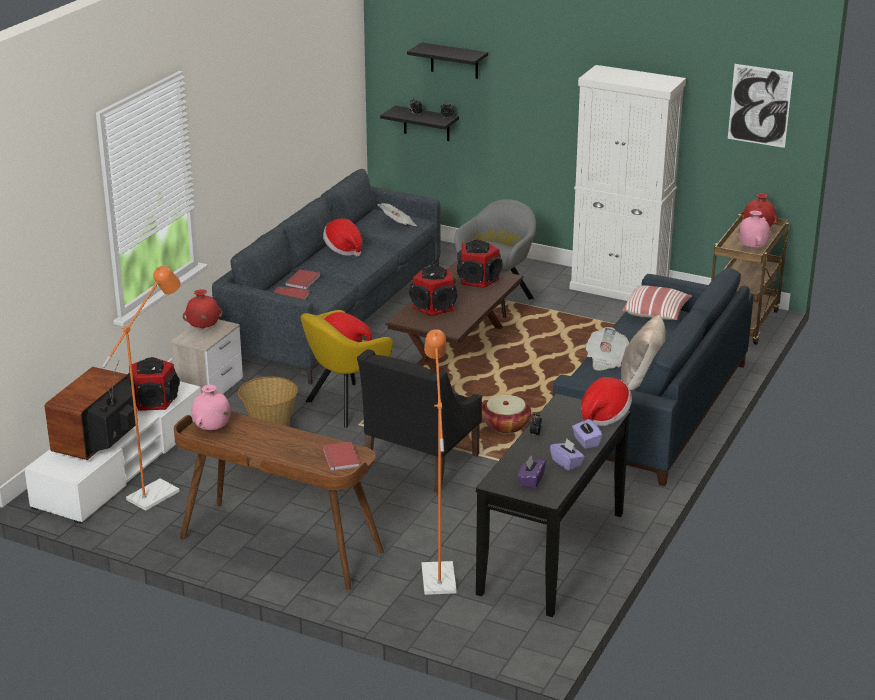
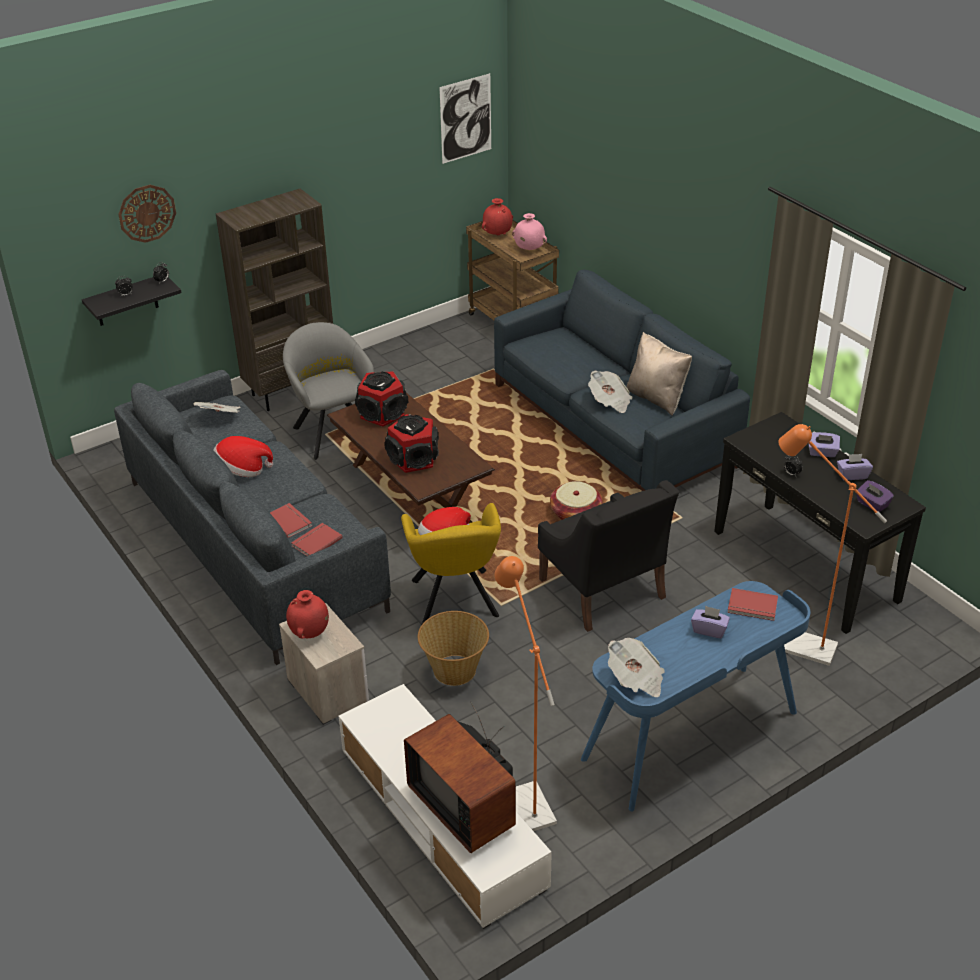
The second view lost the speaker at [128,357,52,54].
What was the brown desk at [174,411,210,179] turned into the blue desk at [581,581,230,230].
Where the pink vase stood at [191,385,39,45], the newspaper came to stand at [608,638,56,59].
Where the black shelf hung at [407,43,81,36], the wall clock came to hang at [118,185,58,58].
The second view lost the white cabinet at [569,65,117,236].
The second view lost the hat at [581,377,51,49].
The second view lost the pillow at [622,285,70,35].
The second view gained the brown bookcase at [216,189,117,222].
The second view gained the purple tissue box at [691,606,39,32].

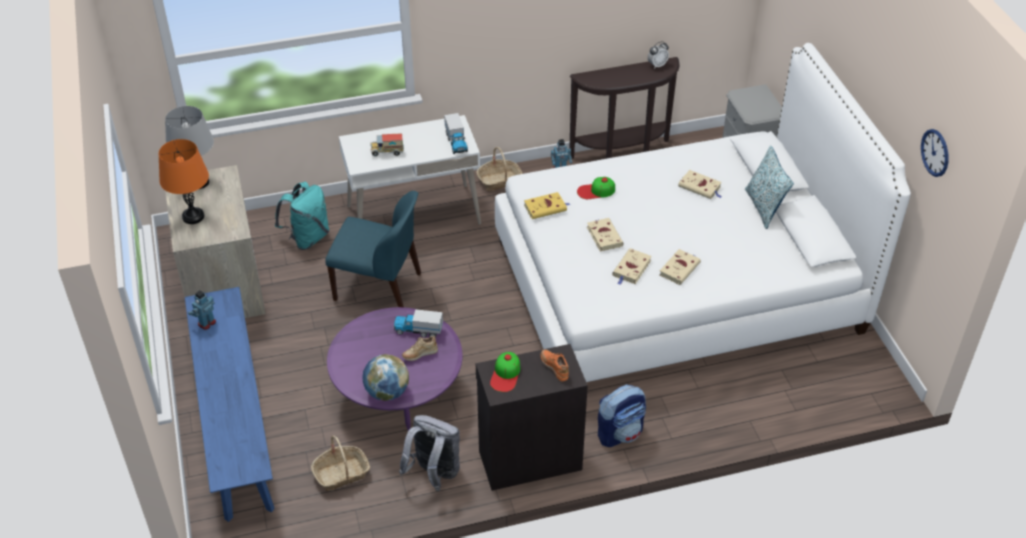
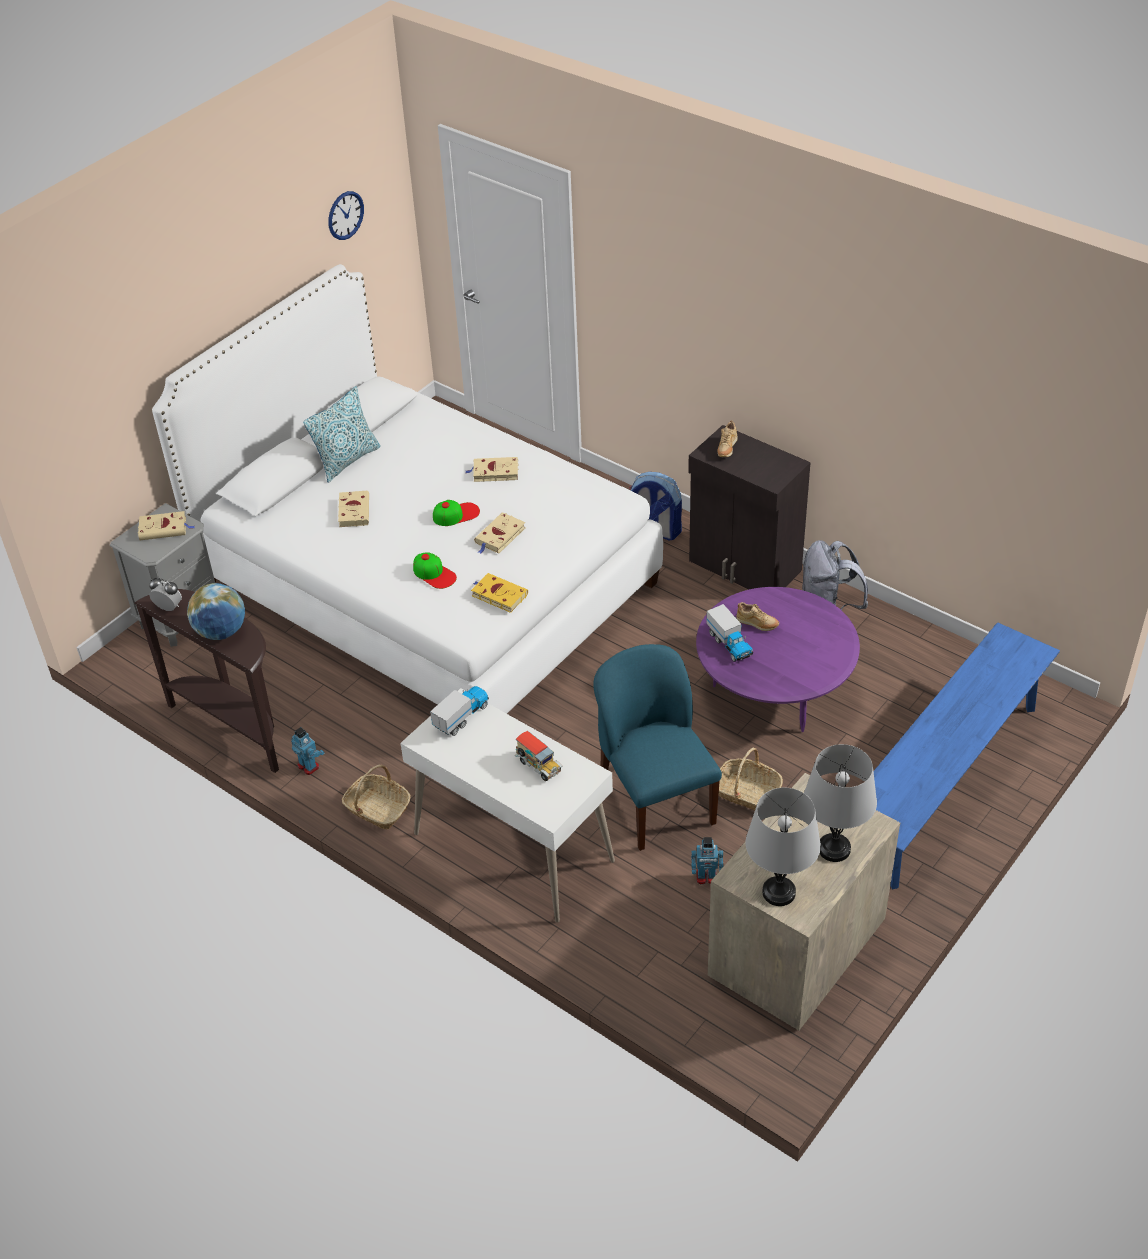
What was the orange table lamp at [159,139,50,85] turned into the grey table lamp at [804,744,73,118].
The toy robot ended up elsewhere, having gone from [188,290,28,40] to [691,837,32,47].
The second view lost the turquoise backpack at [275,182,55,68].
The basket ended up elsewhere, having gone from [311,435,59,56] to [719,748,64,62].
The globe ended up elsewhere, having gone from [362,354,47,47] to [187,583,58,57].
The cap ended up elsewhere, having gone from [490,352,30,40] to [433,500,47,26].
What was the orange shoe at [541,349,28,32] turned into the beige shoe at [717,421,21,36].
The beige book ended up elsewhere, having gone from [612,248,40,37] to [138,511,57,29].

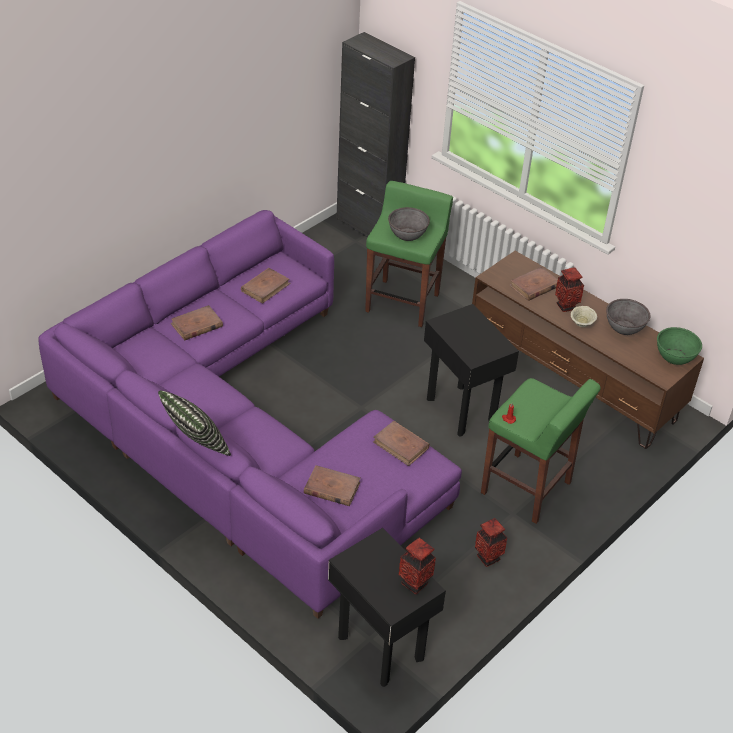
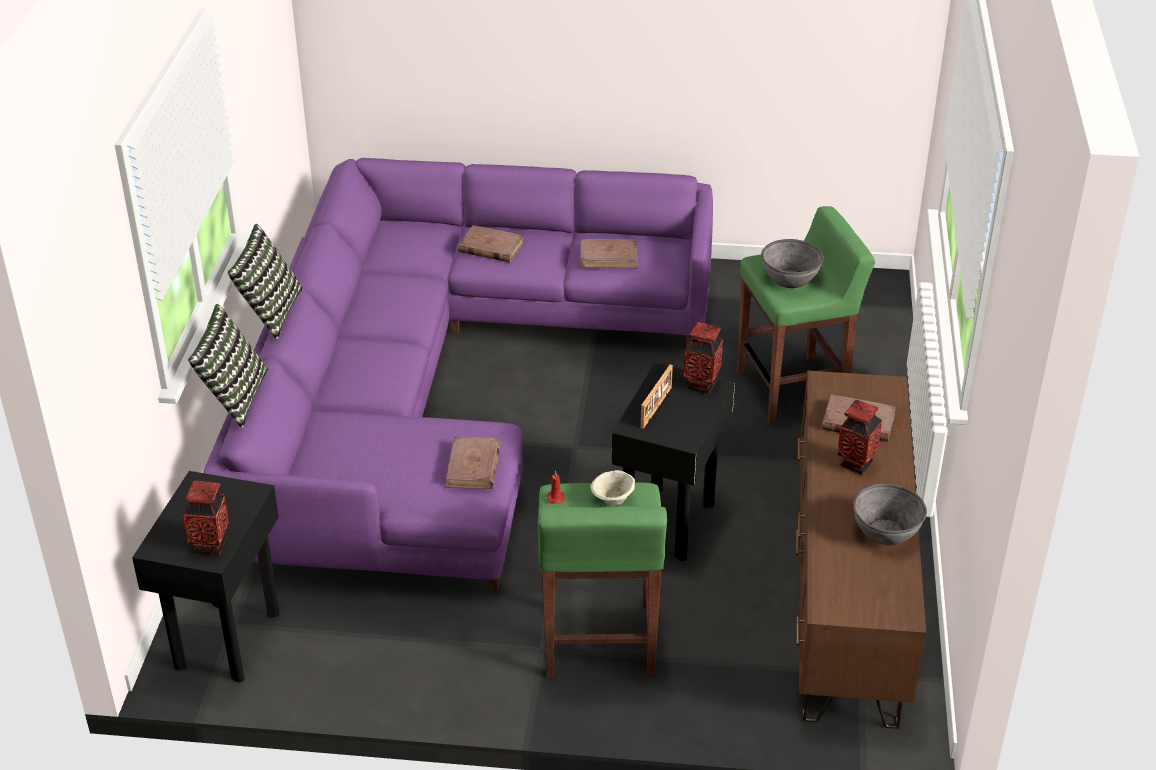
The second view lost the brown book at [304,465,56,41].
The second view lost the black cabinet at [336,32,79,205].
The vase ended up elsewhere, having gone from [475,518,32,49] to [683,322,40,72].
The beige bowl ended up elsewhere, having gone from [571,306,26,21] to [590,470,45,36].
The second view lost the green bowl at [657,327,45,38].
The second view gained the pillow at [188,304,80,124].
The second view gained the picture frame at [641,365,32,64].

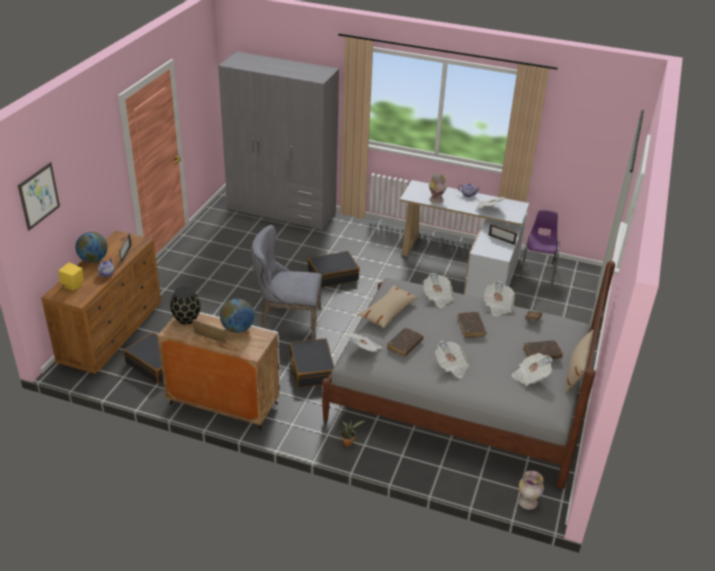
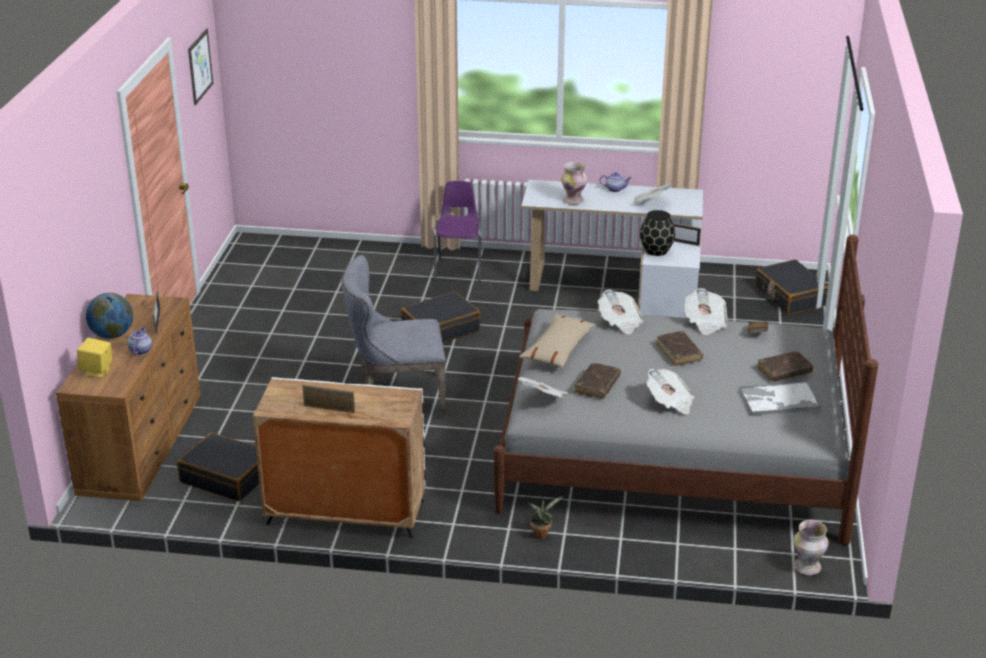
The picture ended up elsewhere, having gone from [18,162,42,69] to [188,29,25,76].
The black vase ended up elsewhere, having gone from [170,286,31,39] to [640,210,35,46].
The second view lost the grey wardrobe at [218,51,121,179].
The second view lost the globe at [220,299,34,34].
The black suitcase ended up elsewhere, having gone from [289,338,45,50] to [755,260,73,55].
Where the newspaper stood at [512,353,40,33], the tray came to stand at [739,381,82,34].
The purple chair ended up elsewhere, having gone from [520,210,40,74] to [434,181,47,100].
The second view lost the beige pillow at [565,330,28,63].

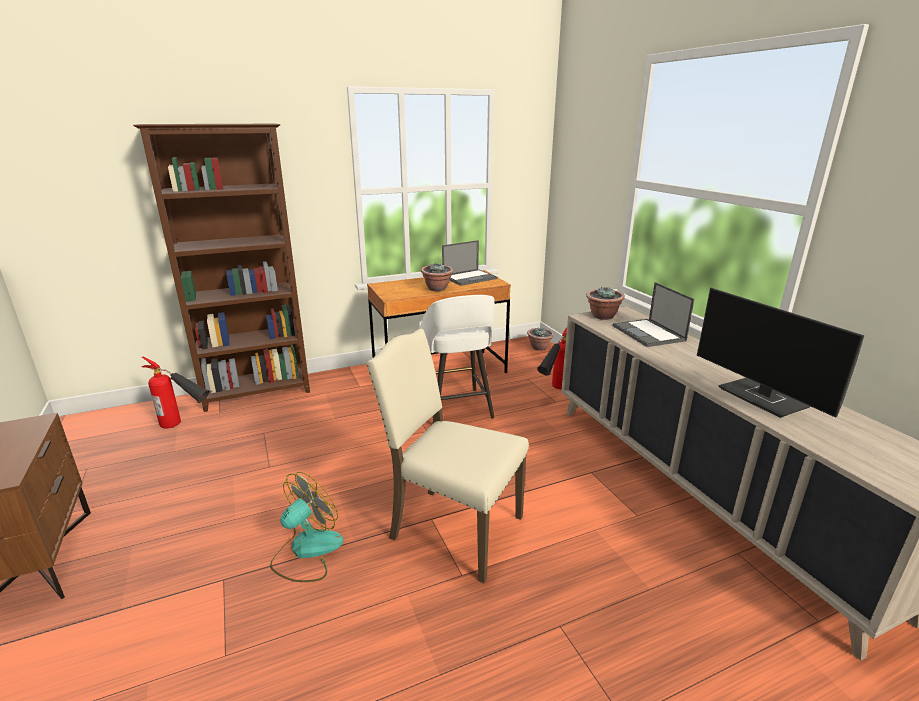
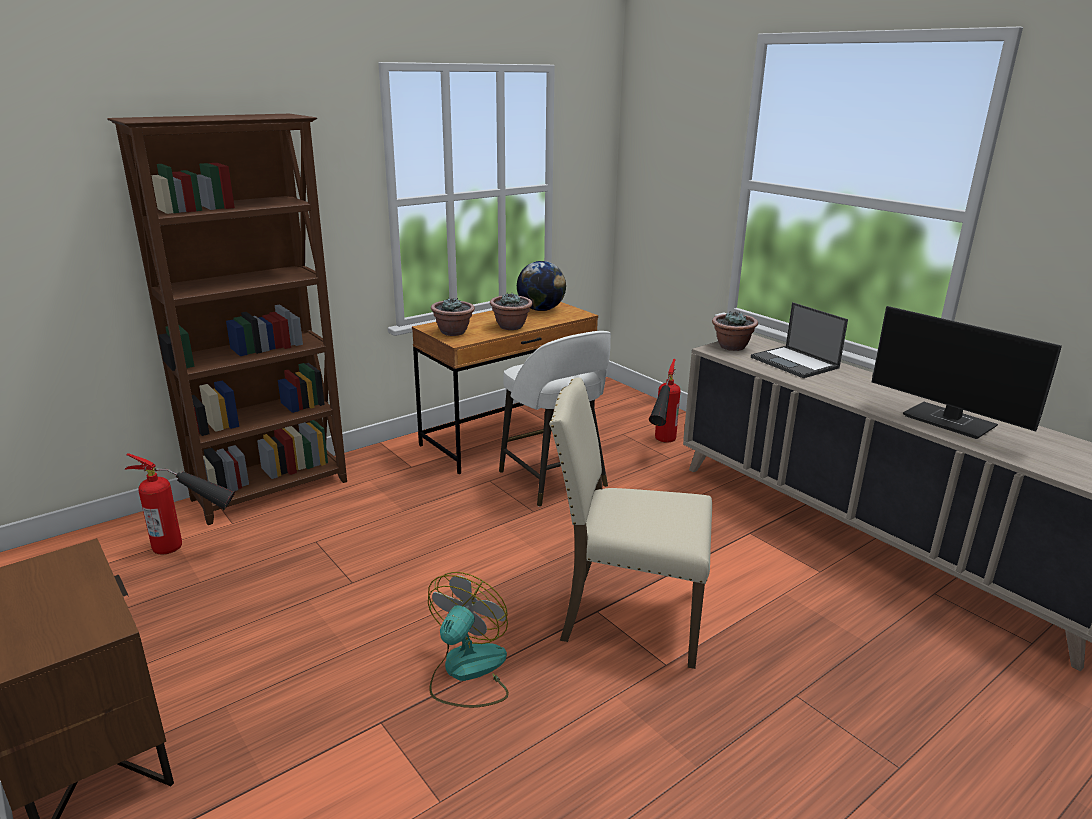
Where the laptop stood at [442,240,56,46], the globe came to stand at [517,261,49,50].
The potted plant ended up elsewhere, having gone from [527,328,27,23] to [431,298,44,38].

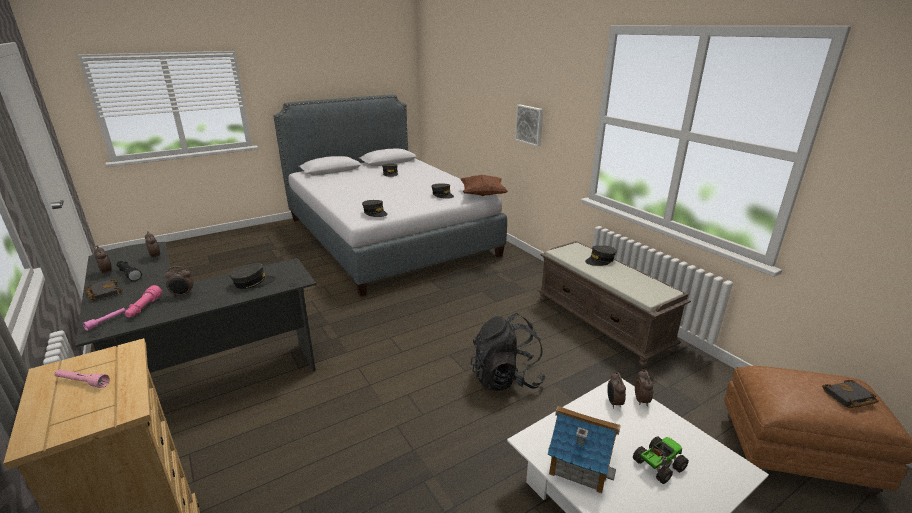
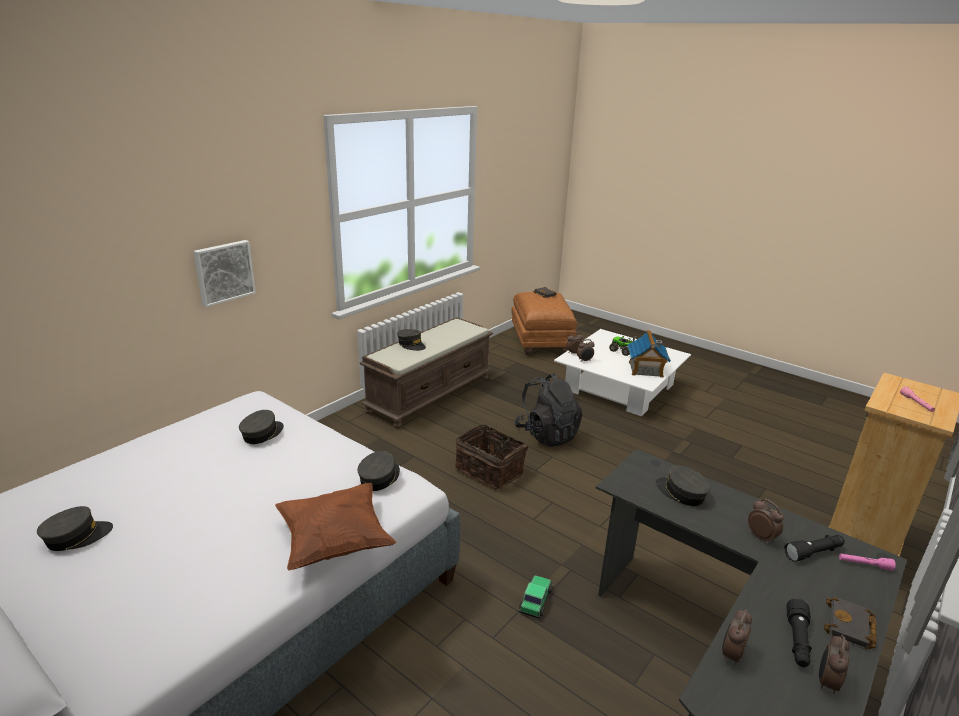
What was the pink flashlight at [125,285,37,32] turned into the black flashlight at [784,535,61,27].
The brown pillow ended up elsewhere, having gone from [460,175,48,21] to [275,483,121,87].
The second view gained the basket at [455,424,73,66].
The second view gained the toy car at [519,575,34,43].

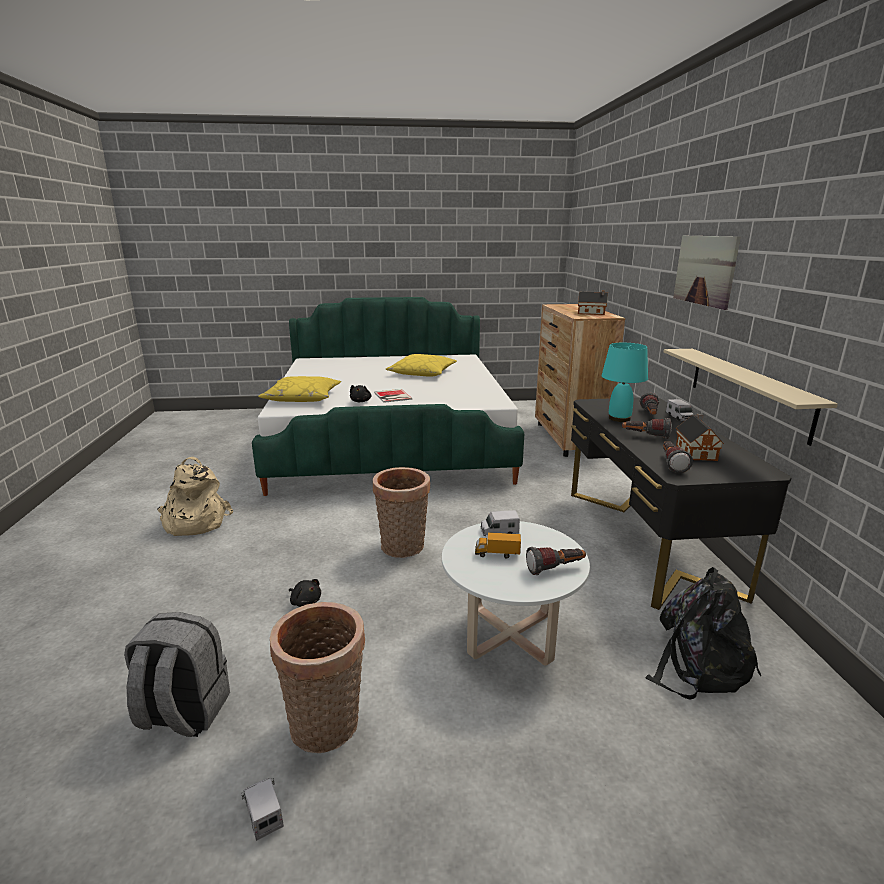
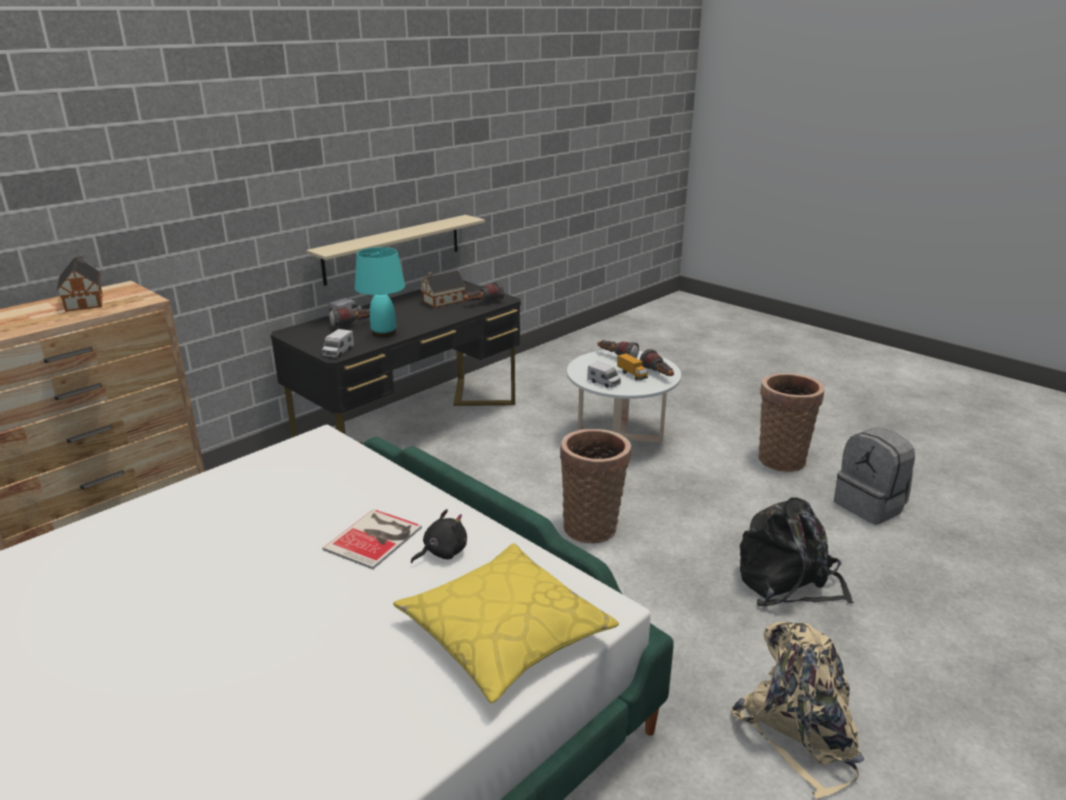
The toy truck ended up elsewhere, having gone from [241,778,43,63] to [322,329,32,28].
The second view lost the black plush toy at [289,579,32,28].
The second view lost the yellow pillow at [386,354,71,23].
The flashlight ended up elsewhere, having gone from [622,418,50,21] to [640,349,34,27].
The black backpack ended up elsewhere, having gone from [645,567,116,132] to [740,497,114,109].
The second view lost the picture at [673,235,68,75].

